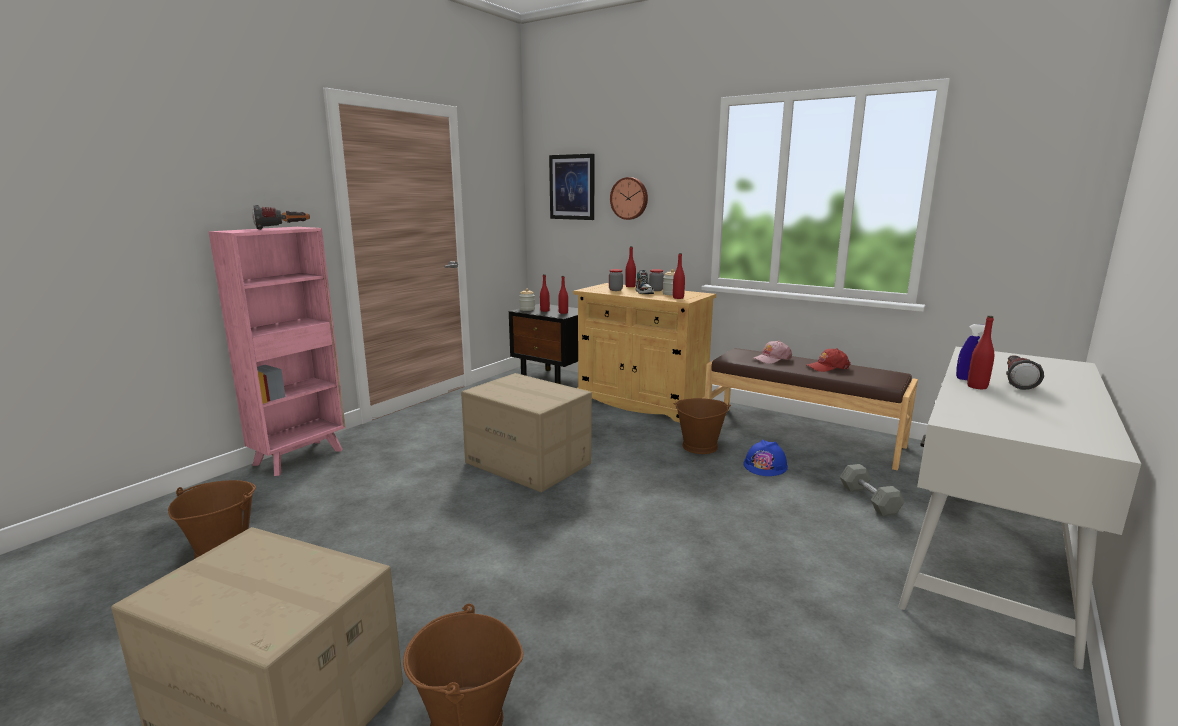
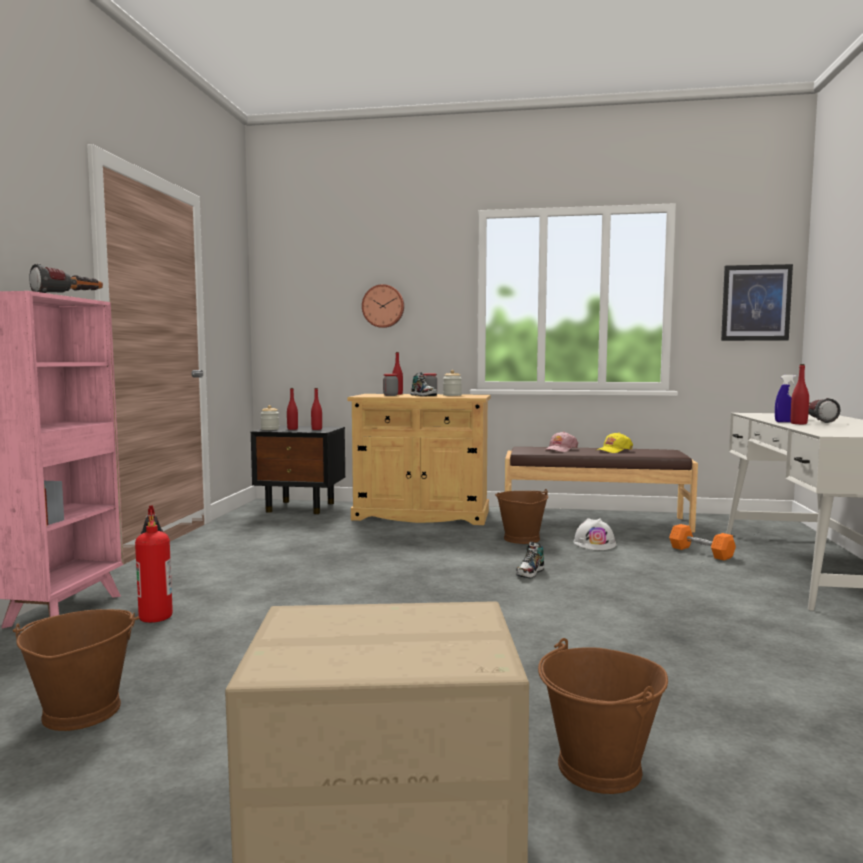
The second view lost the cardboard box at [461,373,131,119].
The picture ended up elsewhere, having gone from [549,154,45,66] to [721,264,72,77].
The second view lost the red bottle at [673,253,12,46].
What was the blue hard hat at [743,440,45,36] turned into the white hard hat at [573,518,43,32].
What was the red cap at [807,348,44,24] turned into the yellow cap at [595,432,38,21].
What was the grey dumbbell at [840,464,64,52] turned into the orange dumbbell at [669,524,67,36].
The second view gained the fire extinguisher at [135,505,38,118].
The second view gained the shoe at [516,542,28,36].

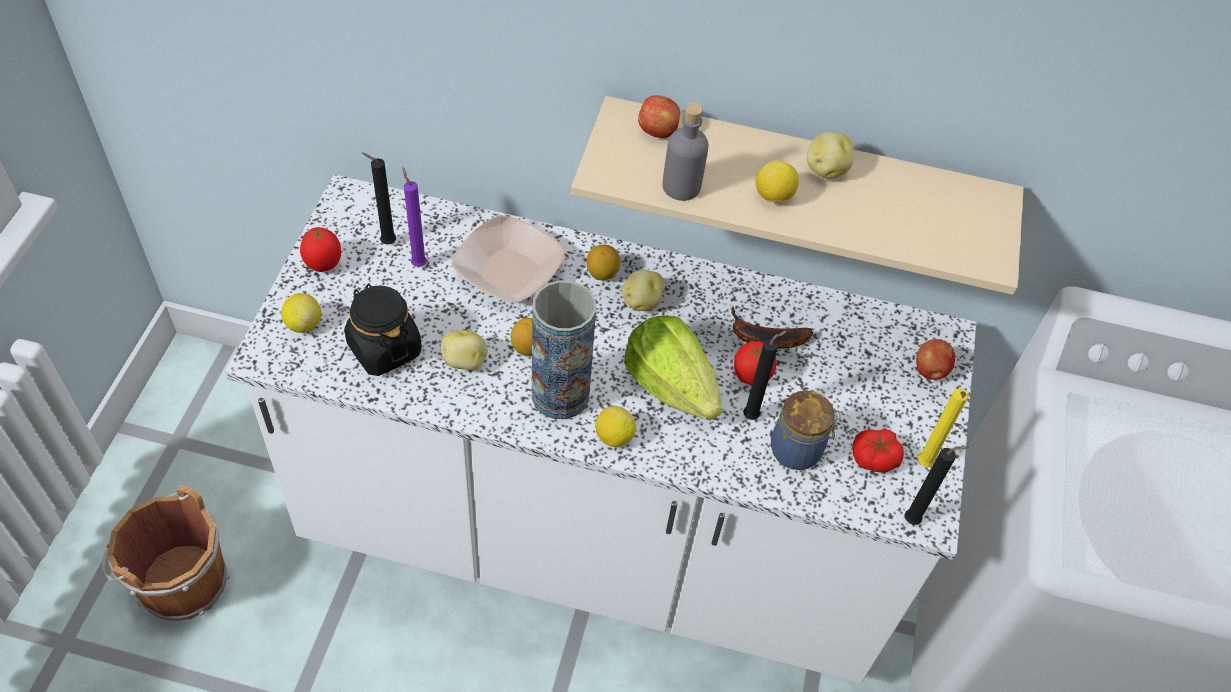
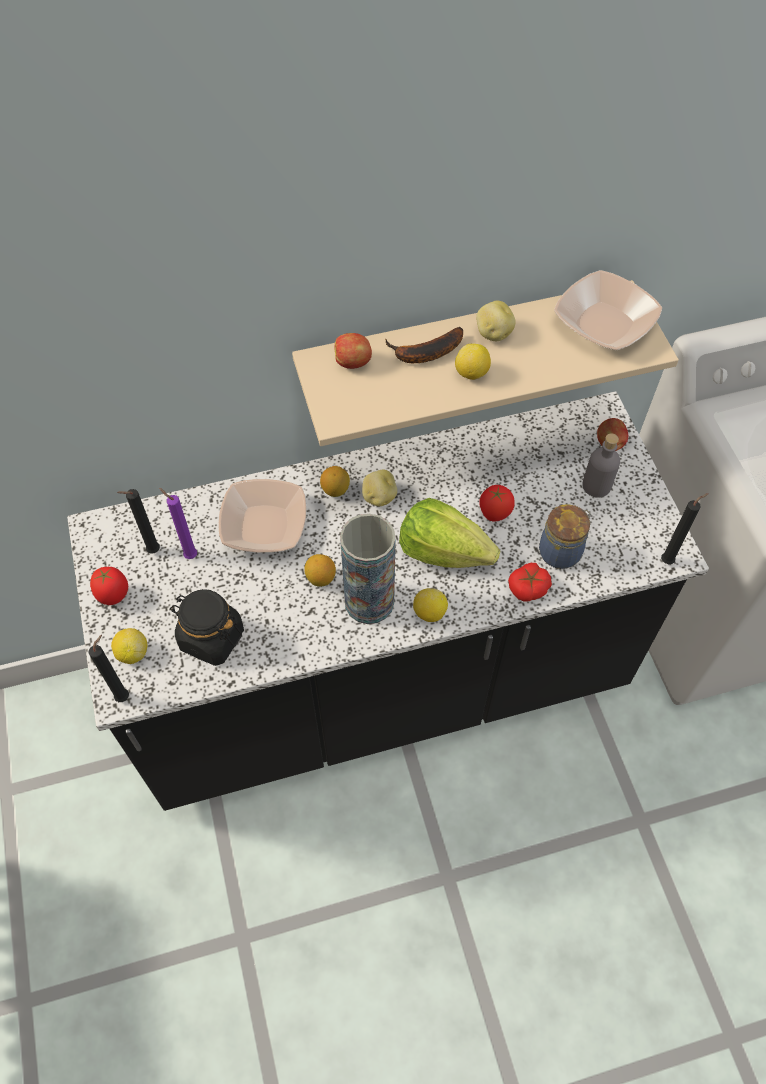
The second view lost the brown bucket at [102,486,128,135].
What was the white counter at [225,174,751,509] turned into the black counter at [67,391,642,420].
The second view lost the potato at [441,330,47,40].
The grey bottle ended up elsewhere, having gone from [662,102,47,99] to [582,433,38,65].
The banana ended up elsewhere, having gone from [731,306,82,43] to [385,327,78,36].
The black candle ended up elsewhere, having gone from [743,331,44,89] to [89,634,40,68].
The tomato ended up elsewhere, having gone from [853,429,51,43] to [508,563,44,39].
The second view lost the yellow candle at [918,388,50,79].
The second view gained the bowl at [554,270,108,80].

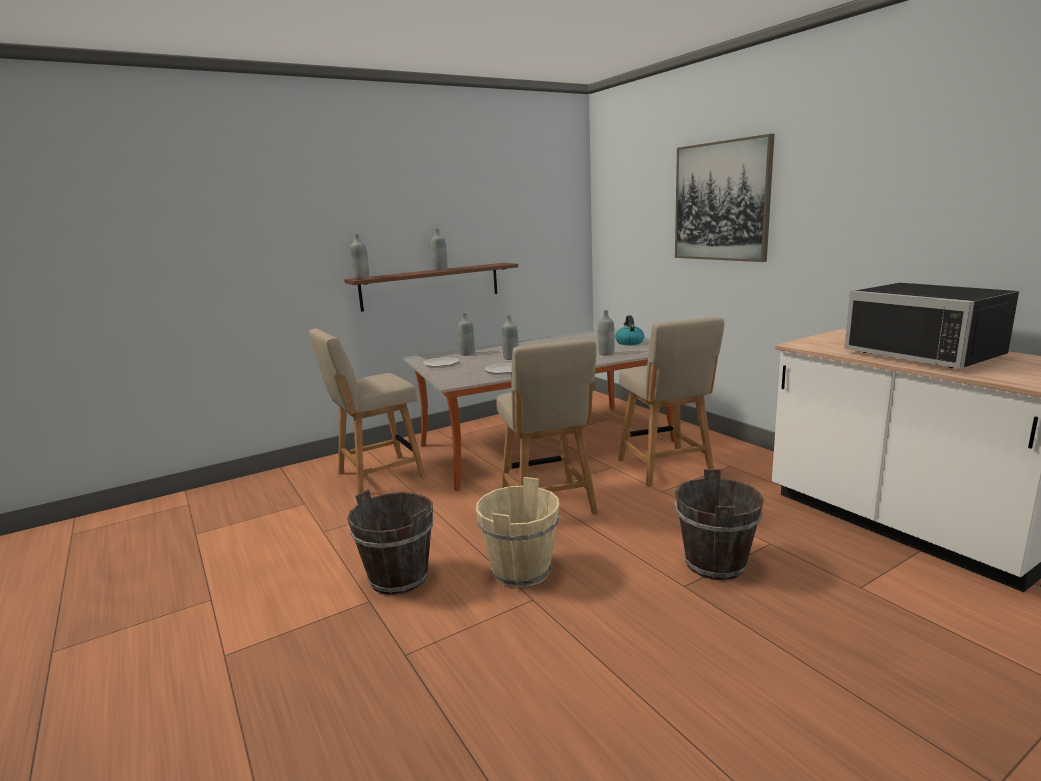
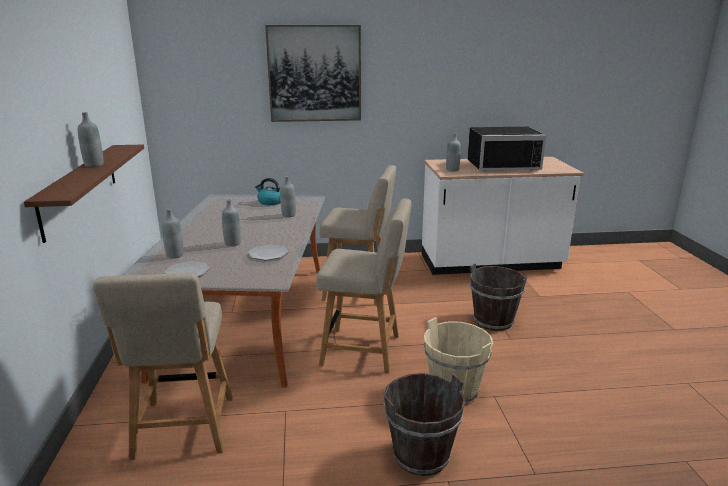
The grey bottle ended up elsewhere, having gone from [350,234,19,45] to [446,133,15,39].

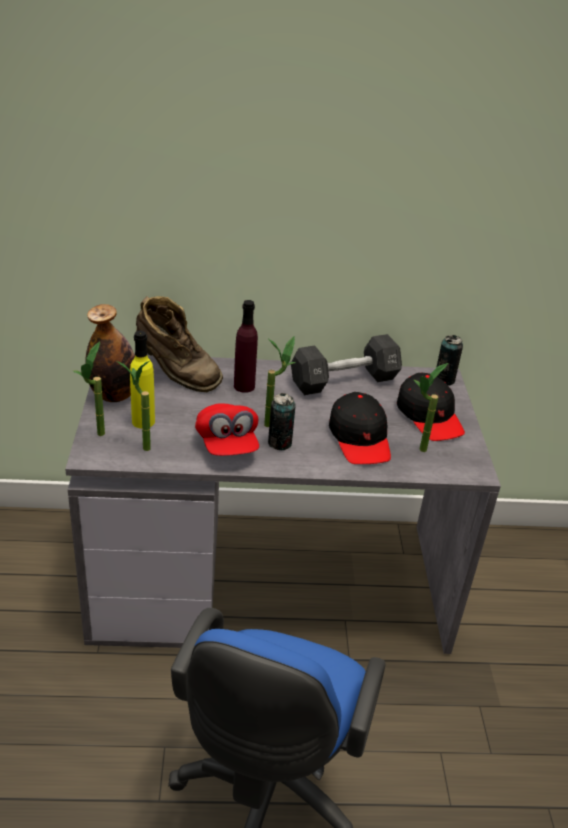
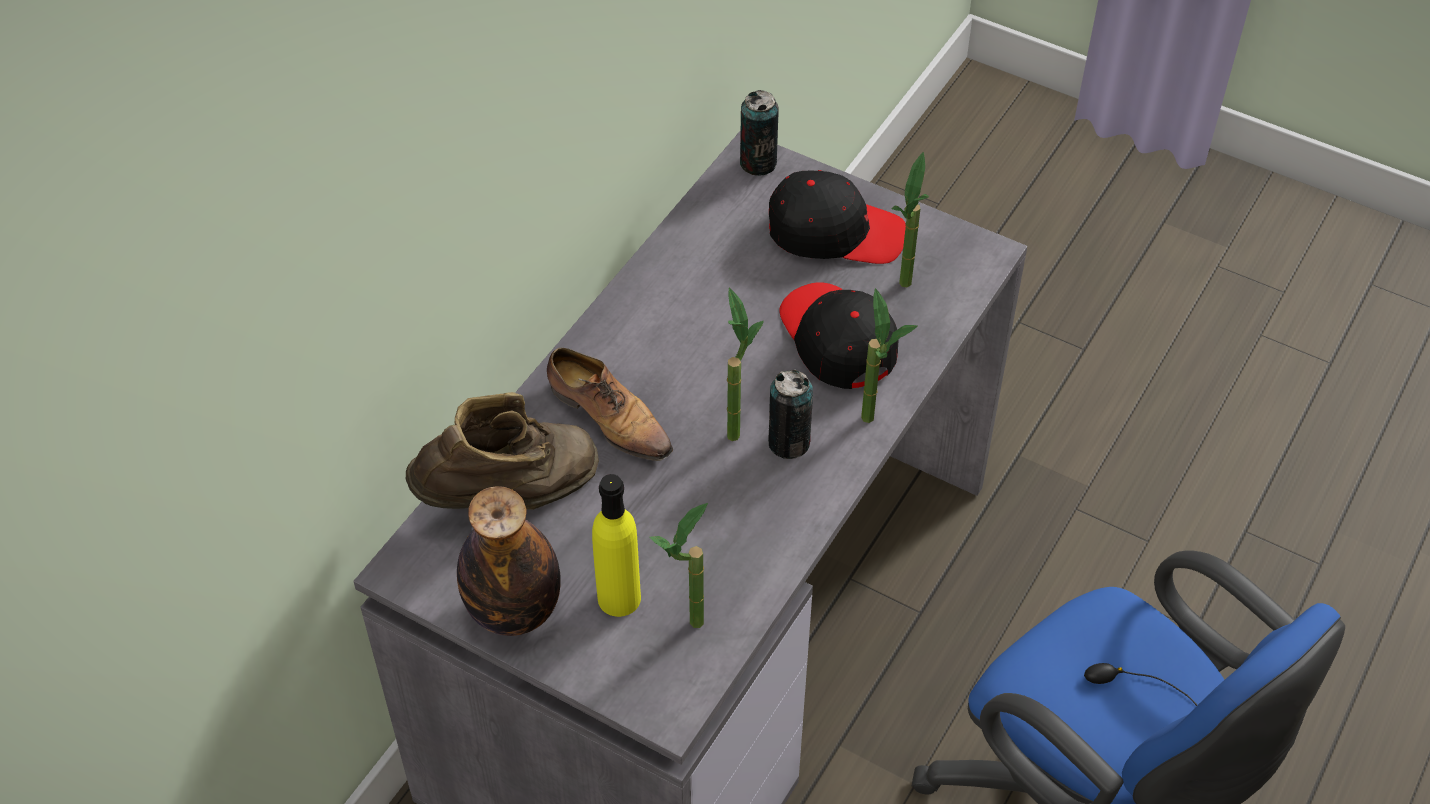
The potted plant ended up elsewhere, having gone from [73,342,32,94] to [861,288,57,135].
The second view lost the red cap at [195,403,64,53].
Where the purple bottle stood at [234,300,24,93], the shoe came to stand at [547,348,126,113].
The second view lost the black dumbbell at [291,334,111,61].
The black cap at [329,392,62,72] ended up facing another way, 135 degrees counterclockwise from before.

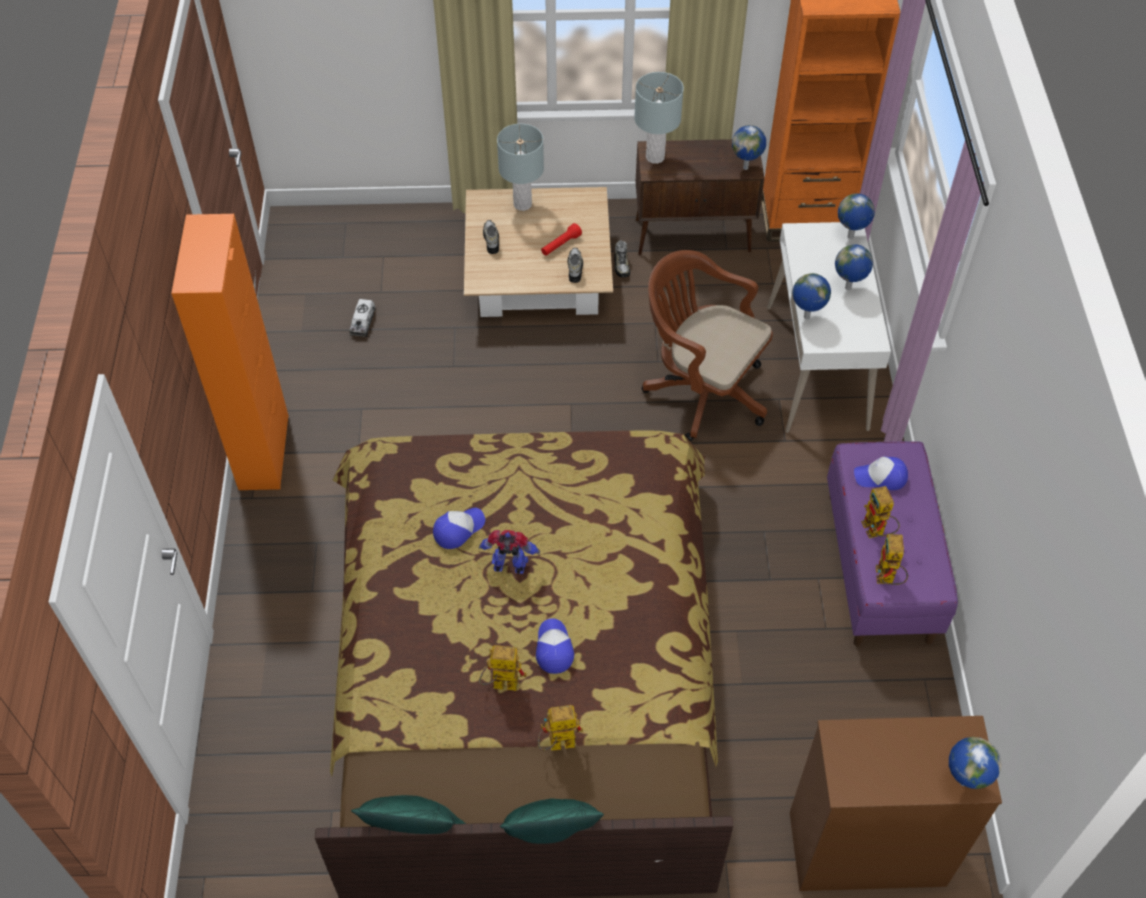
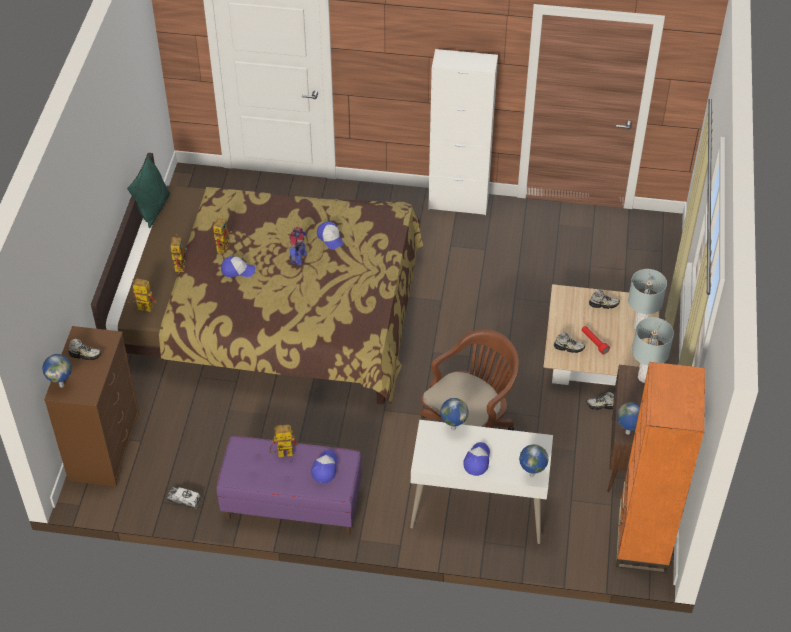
What was the orange cabinet at [171,214,118,276] turned into the white cabinet at [428,49,70,166].
The toy truck ended up elsewhere, having gone from [350,299,26,38] to [167,487,34,22].
The second view lost the green pillow at [500,799,104,45].
Where the globe stood at [835,244,38,46], the cap came to stand at [463,442,27,34].
The toy robot ended up elsewhere, having gone from [876,534,32,51] to [128,279,29,33].
The second view gained the shoe at [68,339,34,21].

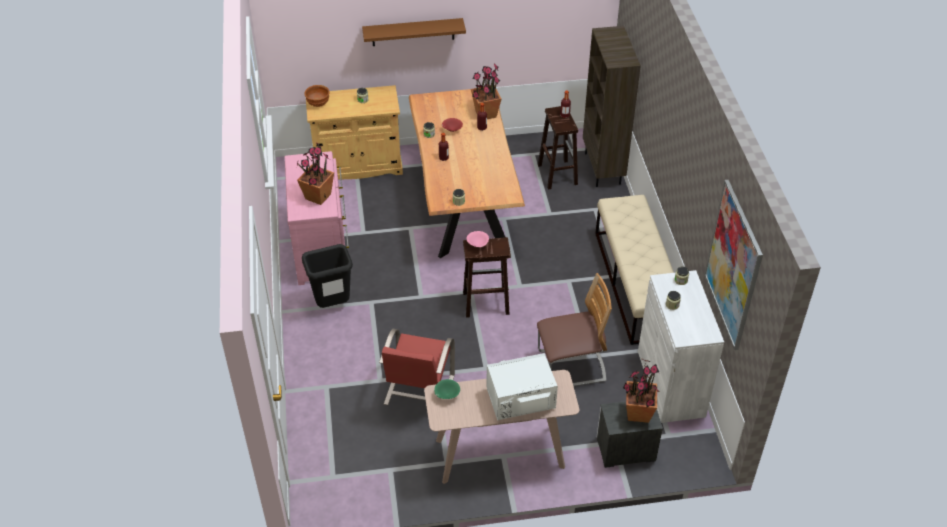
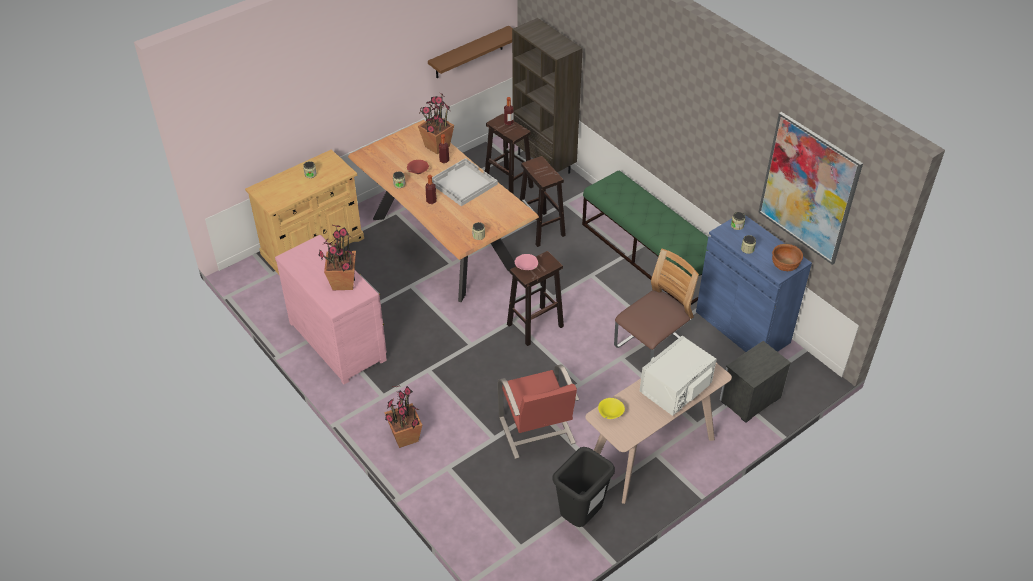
The black trash can ended up elsewhere, having gone from [302,244,51,64] to [552,447,63,80].
The brown bowl ended up elsewhere, having gone from [304,85,26,22] to [772,244,31,27].
The brown shelf ended up elsewhere, having gone from [362,18,104,28] to [428,26,85,52].
What was the green bowl at [434,379,26,20] turned into the yellow bowl at [598,398,27,21].
What was the beige bench at [595,195,79,150] turned into the green bench at [582,171,126,135].
The potted plant ended up elsewhere, having gone from [623,359,37,64] to [384,385,38,63].
What was the white cabinet at [638,270,86,153] turned into the blue cabinet at [696,214,116,138].
The second view gained the white tray at [432,158,66,48].
The second view gained the brown stool at [520,156,46,91].

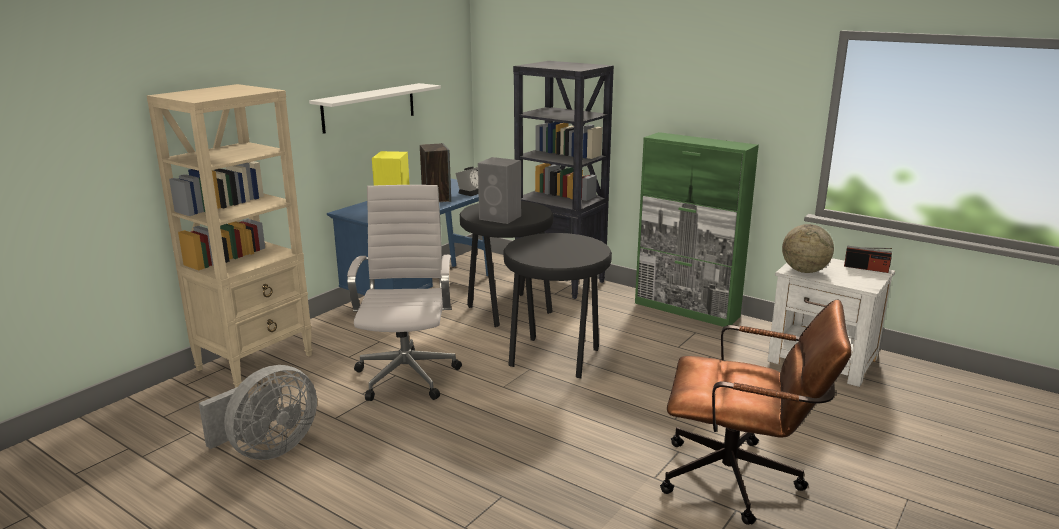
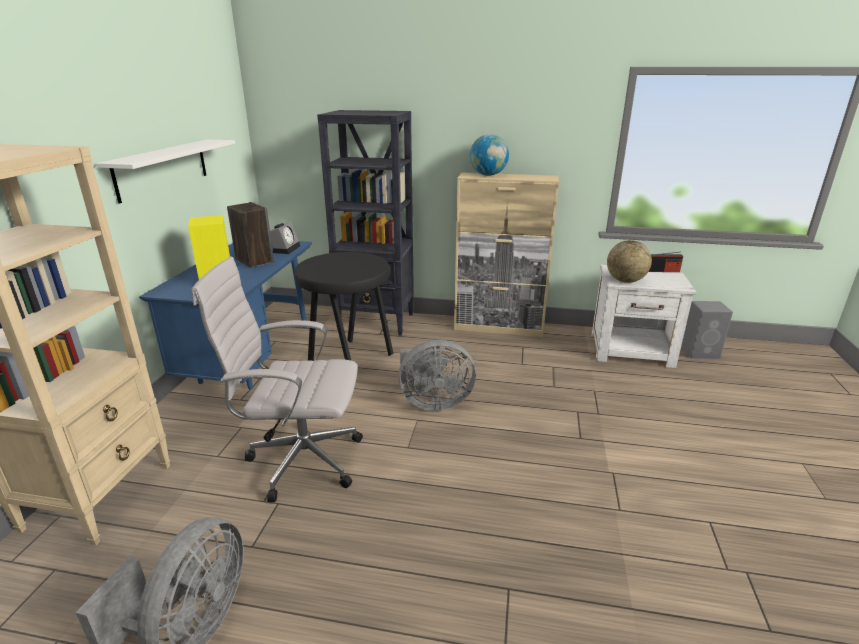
The white office chair at [347,185,115,216] ended up facing another way, 60 degrees counterclockwise from before.
The grey speaker ended up elsewhere, having gone from [478,157,43,67] to [681,301,52,58].
Where the black stool stood at [504,233,108,145], the grey fan came to stand at [398,339,78,72].
What was the green cabinet at [635,132,124,195] turned into the beige cabinet at [454,173,105,164].
The second view lost the brown office chair at [660,299,192,226].
The second view gained the globe at [470,134,39,42].

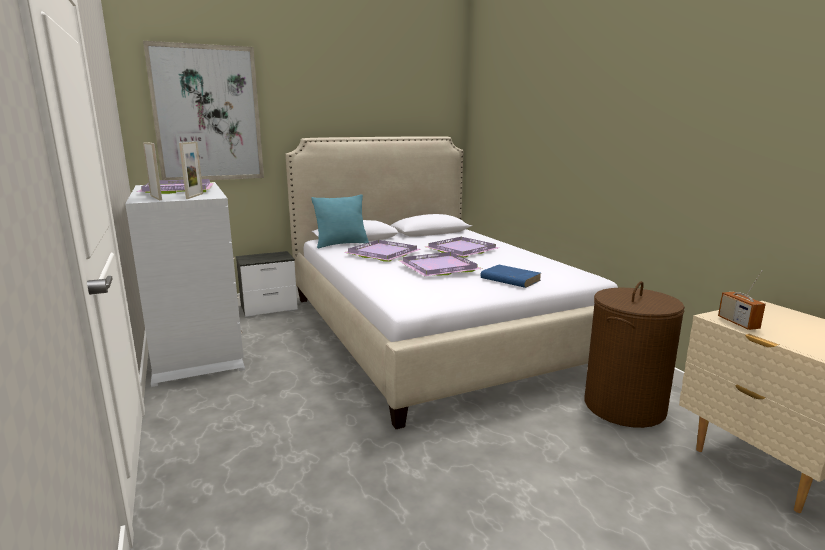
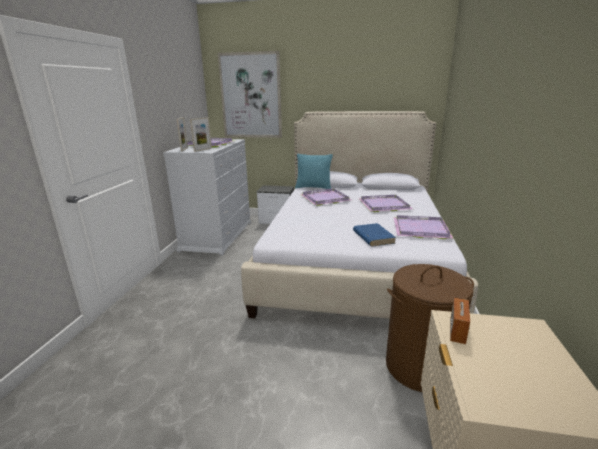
The purple tray ended up elsewhere, having gone from [400,252,82,24] to [394,215,60,24].

